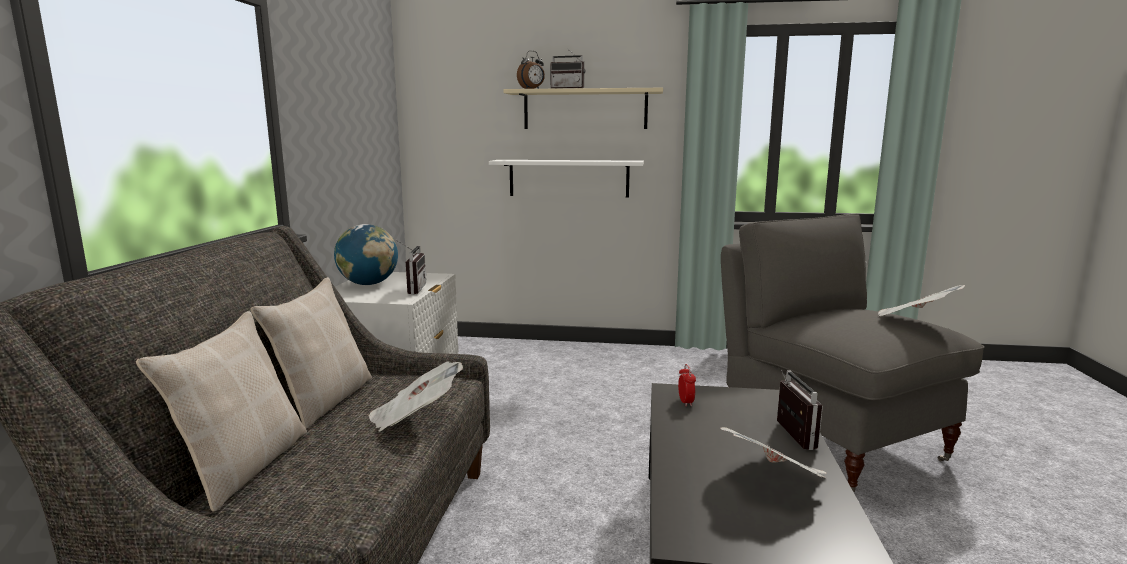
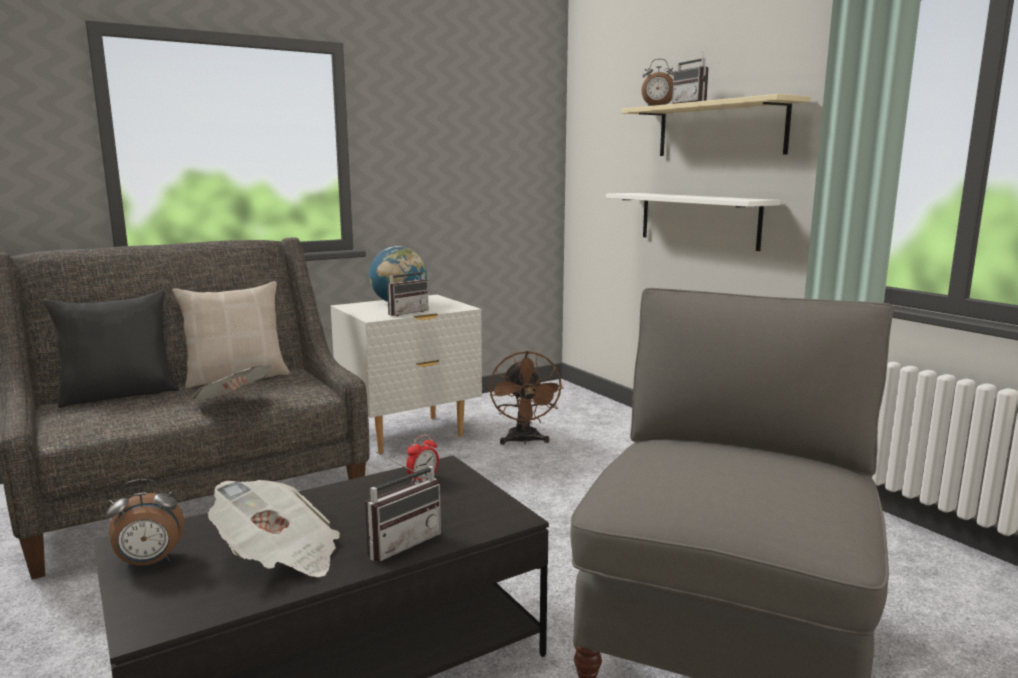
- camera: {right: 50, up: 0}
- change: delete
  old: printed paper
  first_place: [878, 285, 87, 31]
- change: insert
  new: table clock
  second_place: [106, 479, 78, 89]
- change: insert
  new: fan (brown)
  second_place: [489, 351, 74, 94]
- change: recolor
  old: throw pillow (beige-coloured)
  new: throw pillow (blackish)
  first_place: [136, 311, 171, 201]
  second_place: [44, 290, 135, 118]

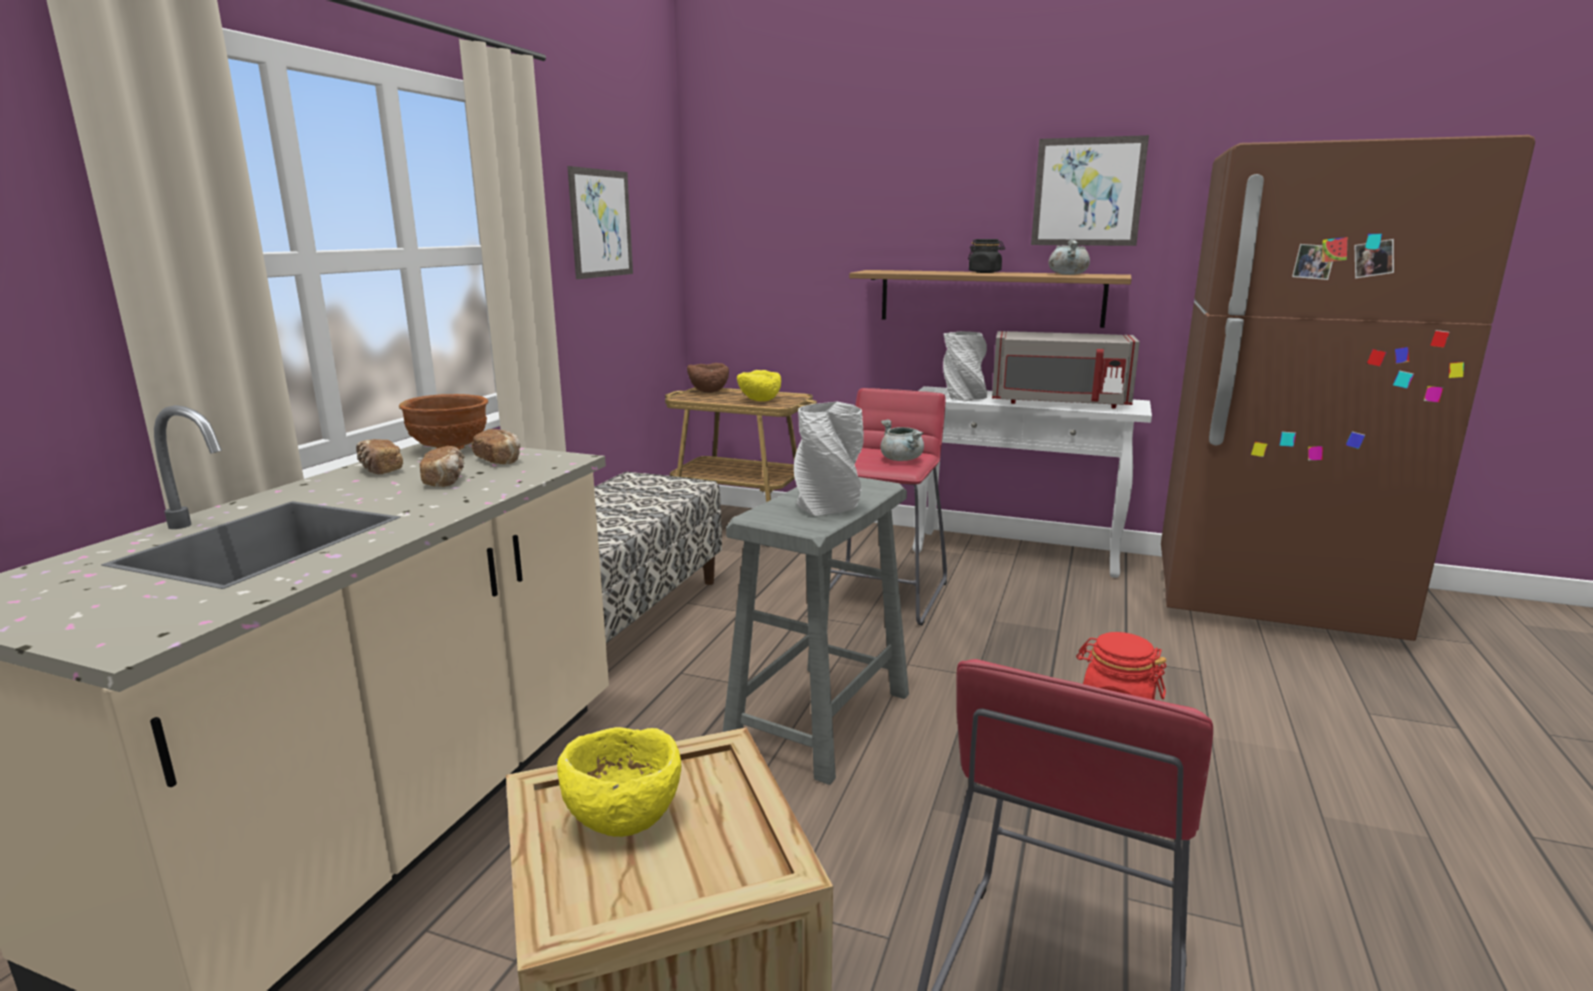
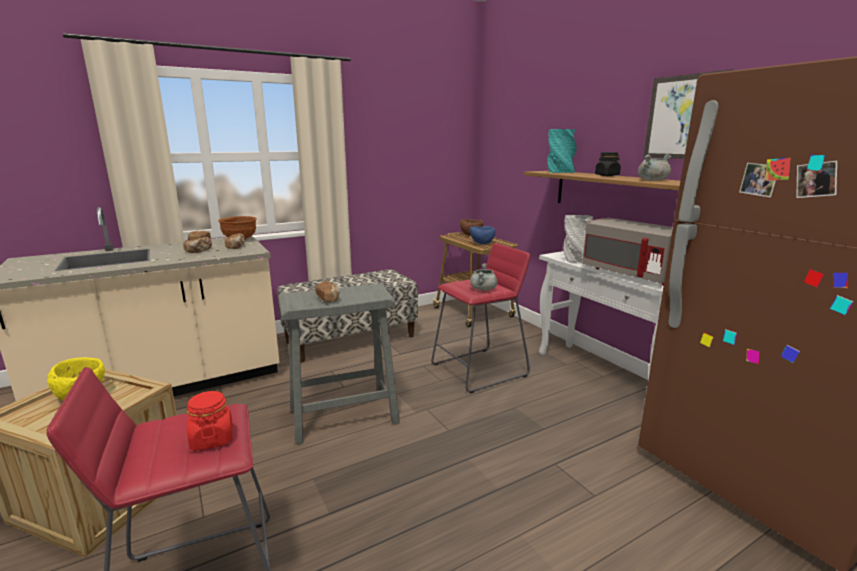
- camera: {right: 40, up: 0}
- change: delete
  old: picture
  first_place: [567, 166, 66, 113]
- change: insert
  new: decorative vase (turquoise-coloured)
  second_place: [548, 129, 28, 44]
- change: replace
  old: decorative vase (gray)
  new: baked bread
  first_place: [794, 402, 70, 114]
  second_place: [315, 281, 25, 21]
- change: recolor
  old: bowl (yellow)
  new: bowl (bluish)
  first_place: [737, 370, 44, 31]
  second_place: [470, 226, 25, 18]

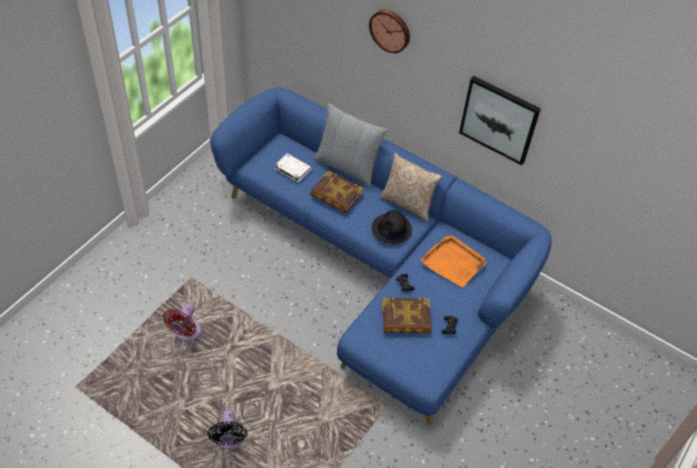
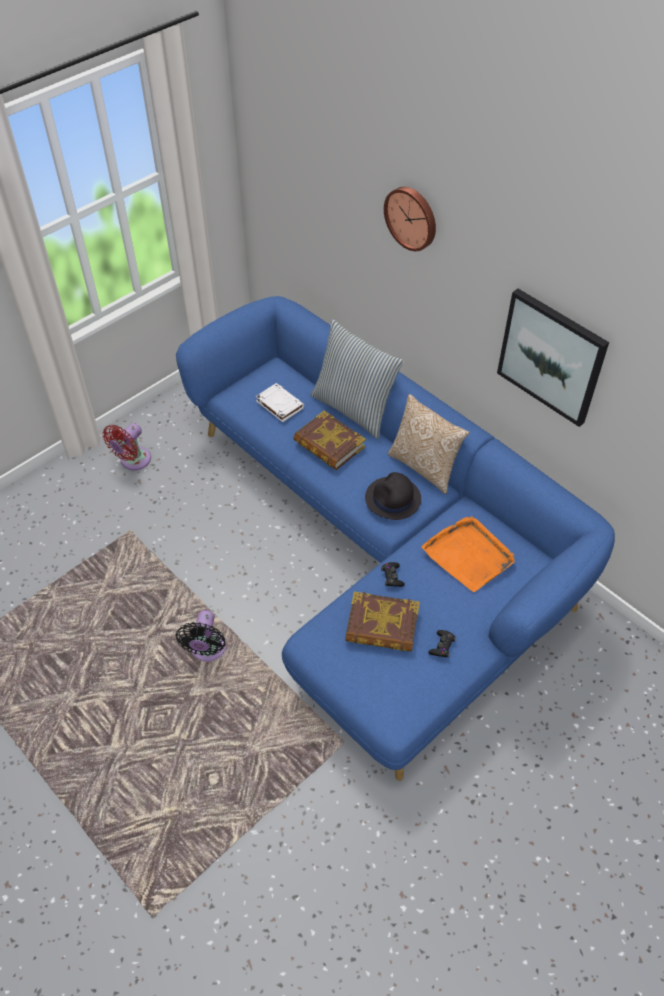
- camera: {right: 15, up: 0}
- change: move
  old: fan (red)
  first_place: [163, 304, 38, 37]
  second_place: [103, 423, 48, 47]
- change: move
  old: fan (blackish)
  first_place: [208, 410, 40, 39]
  second_place: [175, 610, 51, 52]

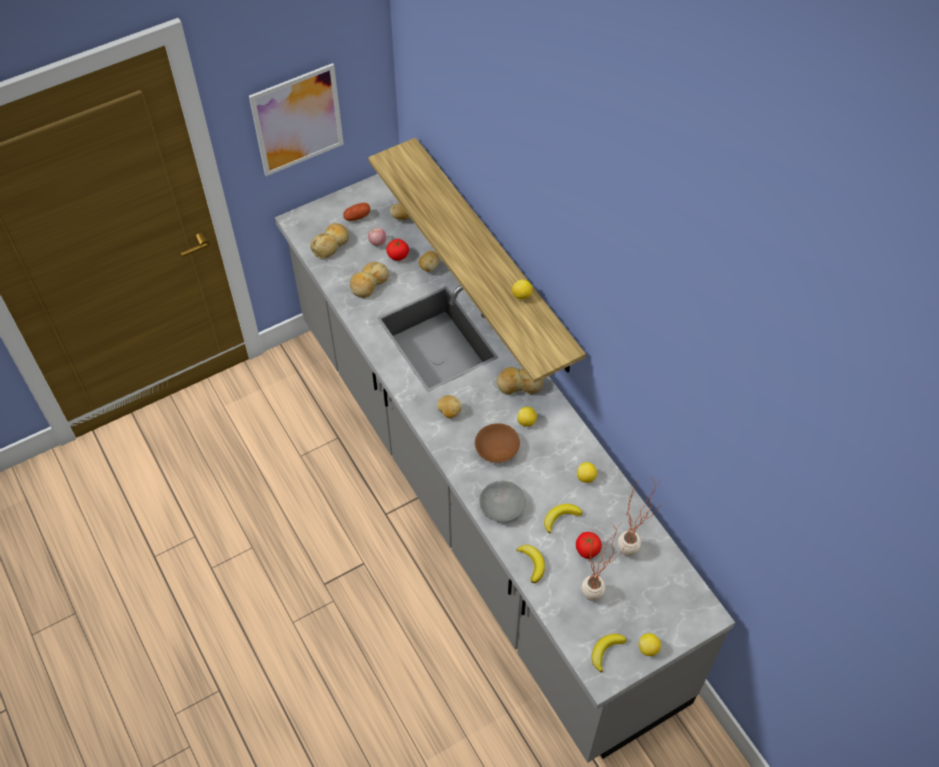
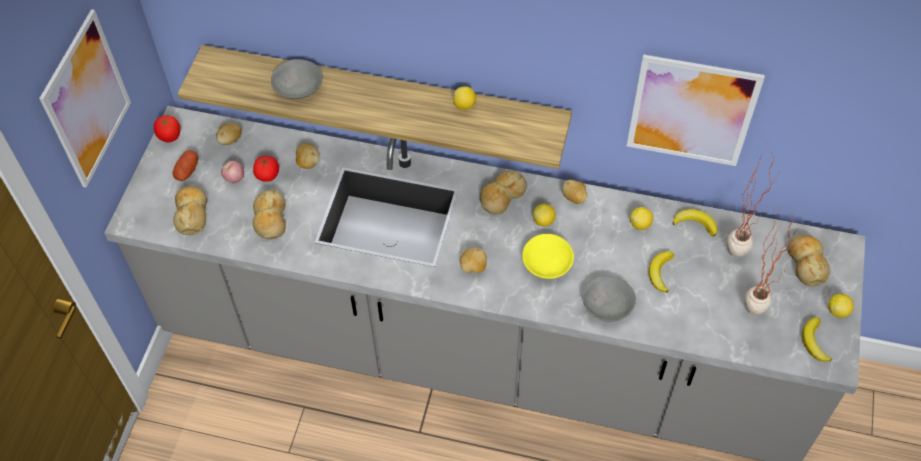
- camera: {right: -45, up: 0}
- change: insert
  new: bowl (gray)
  second_place: [271, 59, 52, 40]
- change: insert
  new: potato
  second_place: [562, 180, 25, 24]
- change: insert
  new: picture
  second_place: [627, 54, 138, 112]
- change: insert
  new: baked bread
  second_place: [788, 235, 42, 51]
- change: move
  old: banana
  first_place: [516, 545, 29, 38]
  second_place: [673, 209, 45, 28]
- change: move
  old: fresh tomato
  first_place: [576, 532, 26, 27]
  second_place: [154, 116, 27, 26]
- change: recolor
  old: bowl (brown)
  new: bowl (yellow)
  first_place: [475, 423, 45, 40]
  second_place: [522, 234, 52, 45]

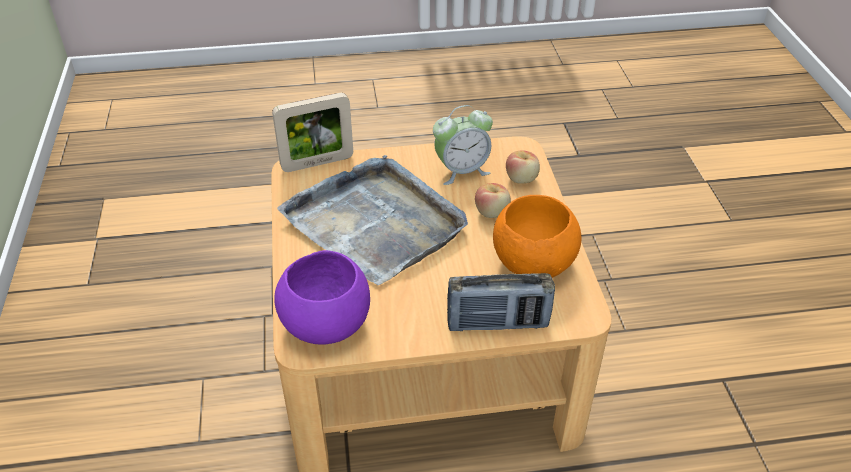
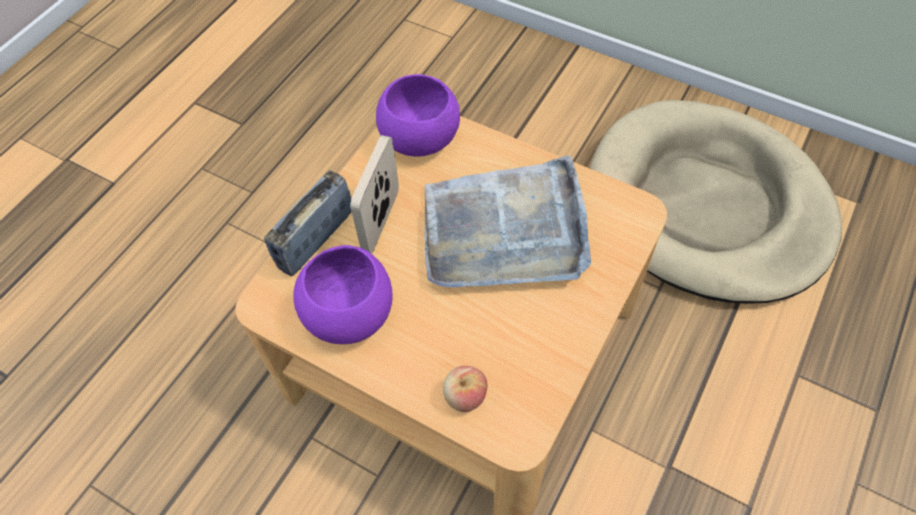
- camera: {right: 130, up: 15}
- change: delete
  old: table clock
  first_place: [433, 105, 60, 80]
- change: delete
  old: apple fruit
  first_place: [475, 183, 36, 35]
- change: insert
  new: dog bed (beige-coloured)
  second_place: [590, 100, 252, 204]
- change: move
  old: standing frame
  first_place: [272, 93, 81, 79]
  second_place: [351, 135, 48, 119]
- change: recolor
  old: bowl (orange-coloured)
  new: bowl (purple-coloured)
  first_place: [493, 195, 88, 83]
  second_place: [293, 245, 99, 99]

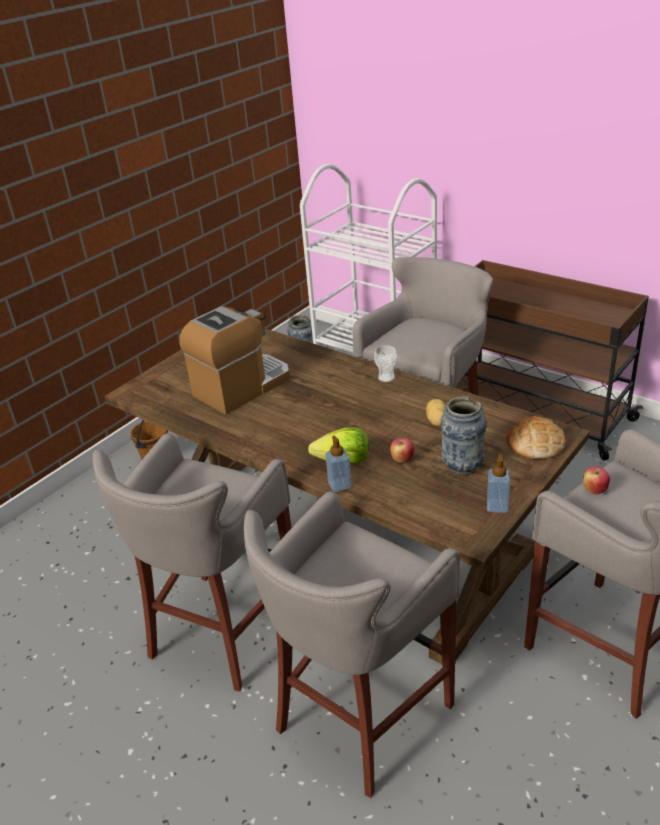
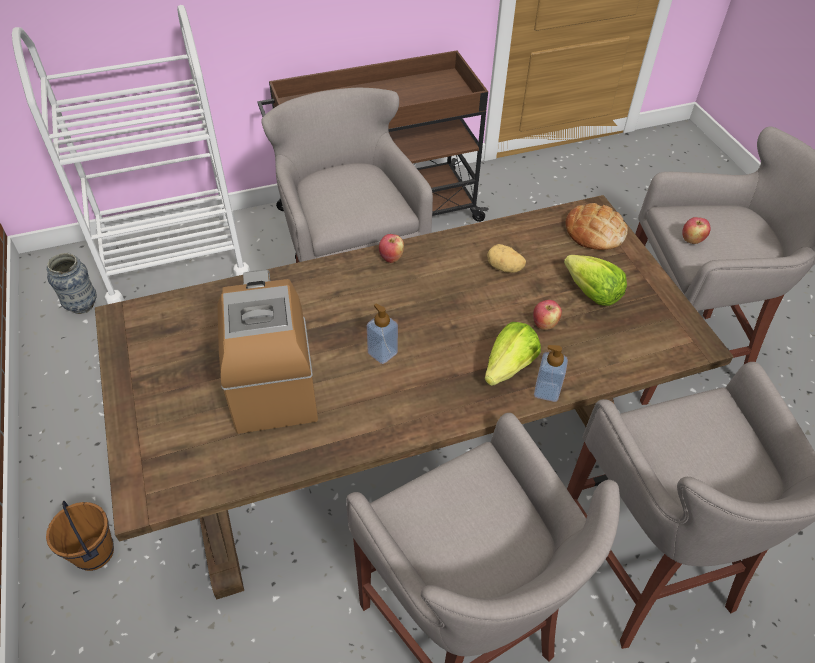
- camera: {right: -60, up: 15}
- change: move
  old: soap bottle
  first_place: [487, 454, 23, 59]
  second_place: [367, 303, 31, 61]
- change: replace
  old: small cup
  new: apple fruit
  first_place: [374, 345, 23, 37]
  second_place: [379, 234, 25, 29]
- change: replace
  old: decorative vase
  new: lettuce
  first_place: [440, 396, 47, 80]
  second_place: [564, 255, 63, 51]

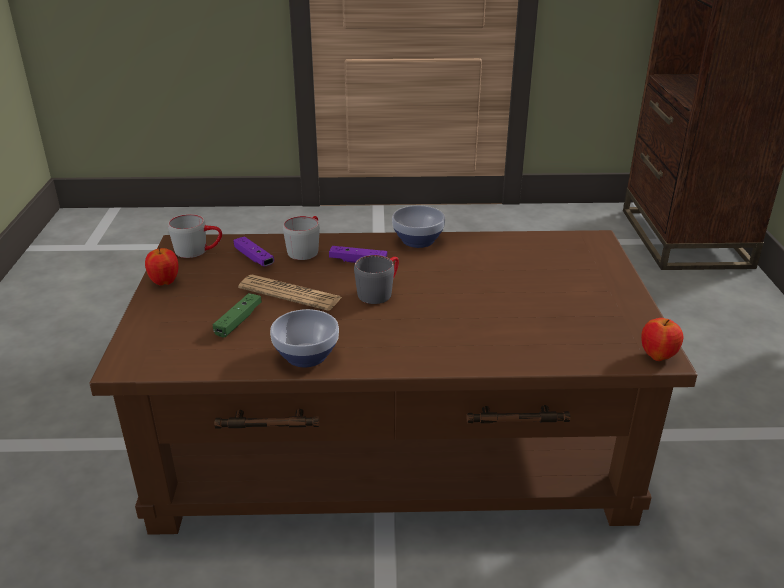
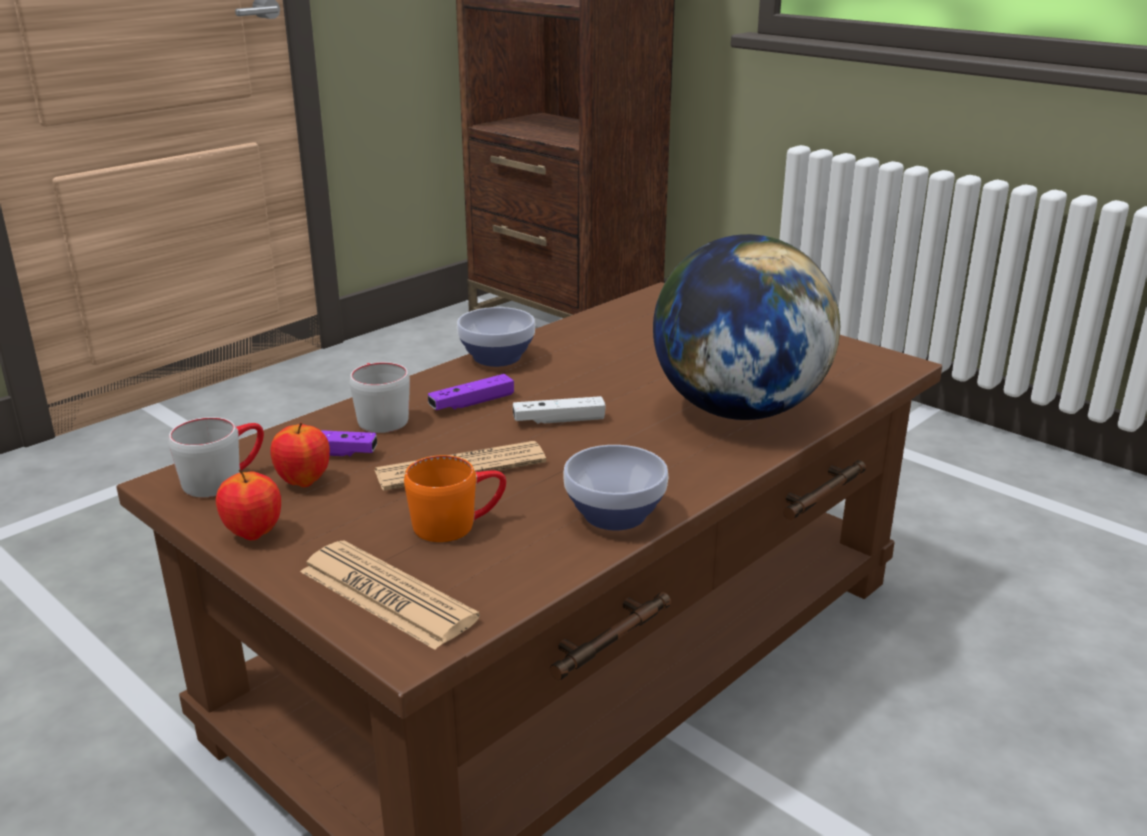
- camera: {right: -45, up: -5}
- change: insert
  new: printed paper
  second_place: [300, 540, 180, 110]
- change: insert
  new: globe
  second_place: [653, 234, 187, 186]
- change: move
  old: apple fruit
  first_place: [641, 318, 42, 43]
  second_place: [270, 422, 60, 65]
- change: replace
  old: joypad (green)
  new: tea mug (orange-coloured)
  first_place: [213, 293, 49, 45]
  second_place: [404, 455, 102, 87]
- change: replace
  old: tea mug (gray)
  new: joypad (white-coloured)
  first_place: [354, 255, 45, 49]
  second_place: [513, 396, 93, 28]

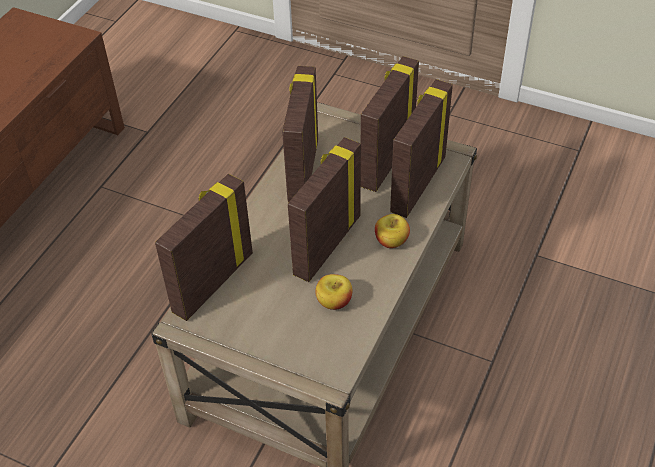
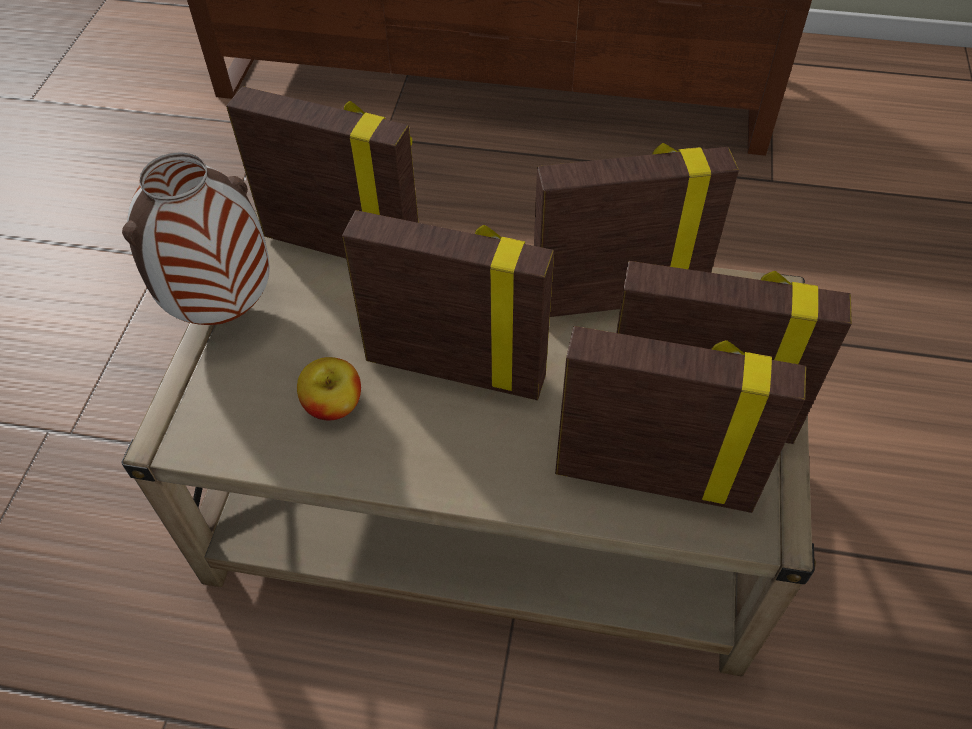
- camera: {right: 75, up: 5}
- change: delete
  old: apple fruit
  first_place: [375, 214, 35, 34]
- change: insert
  new: decorative vase
  second_place: [122, 152, 148, 173]

